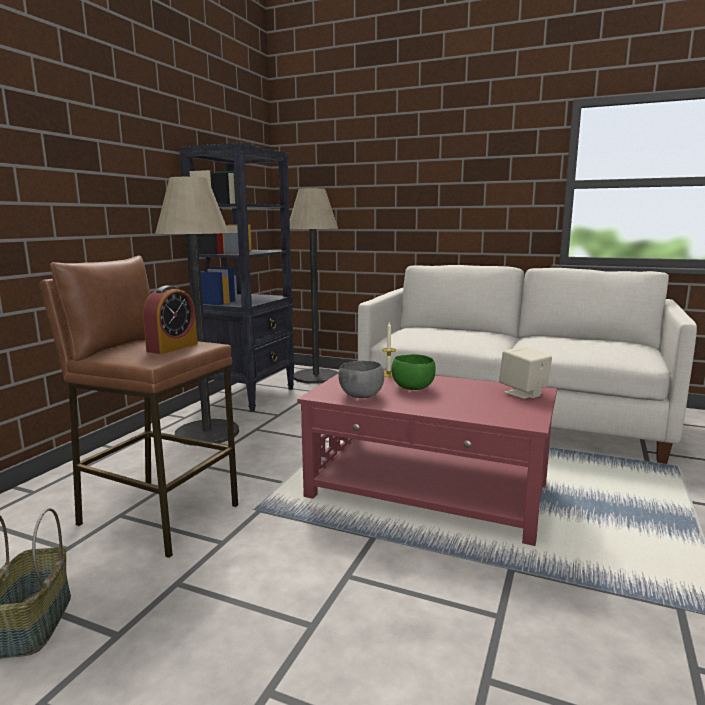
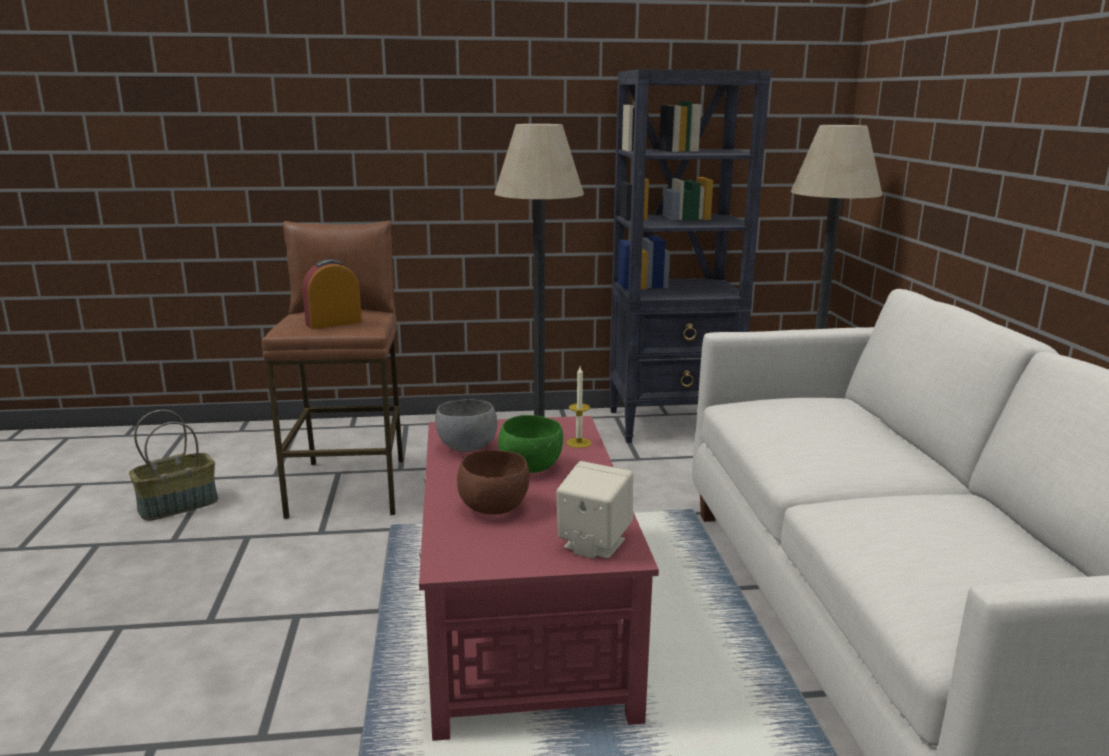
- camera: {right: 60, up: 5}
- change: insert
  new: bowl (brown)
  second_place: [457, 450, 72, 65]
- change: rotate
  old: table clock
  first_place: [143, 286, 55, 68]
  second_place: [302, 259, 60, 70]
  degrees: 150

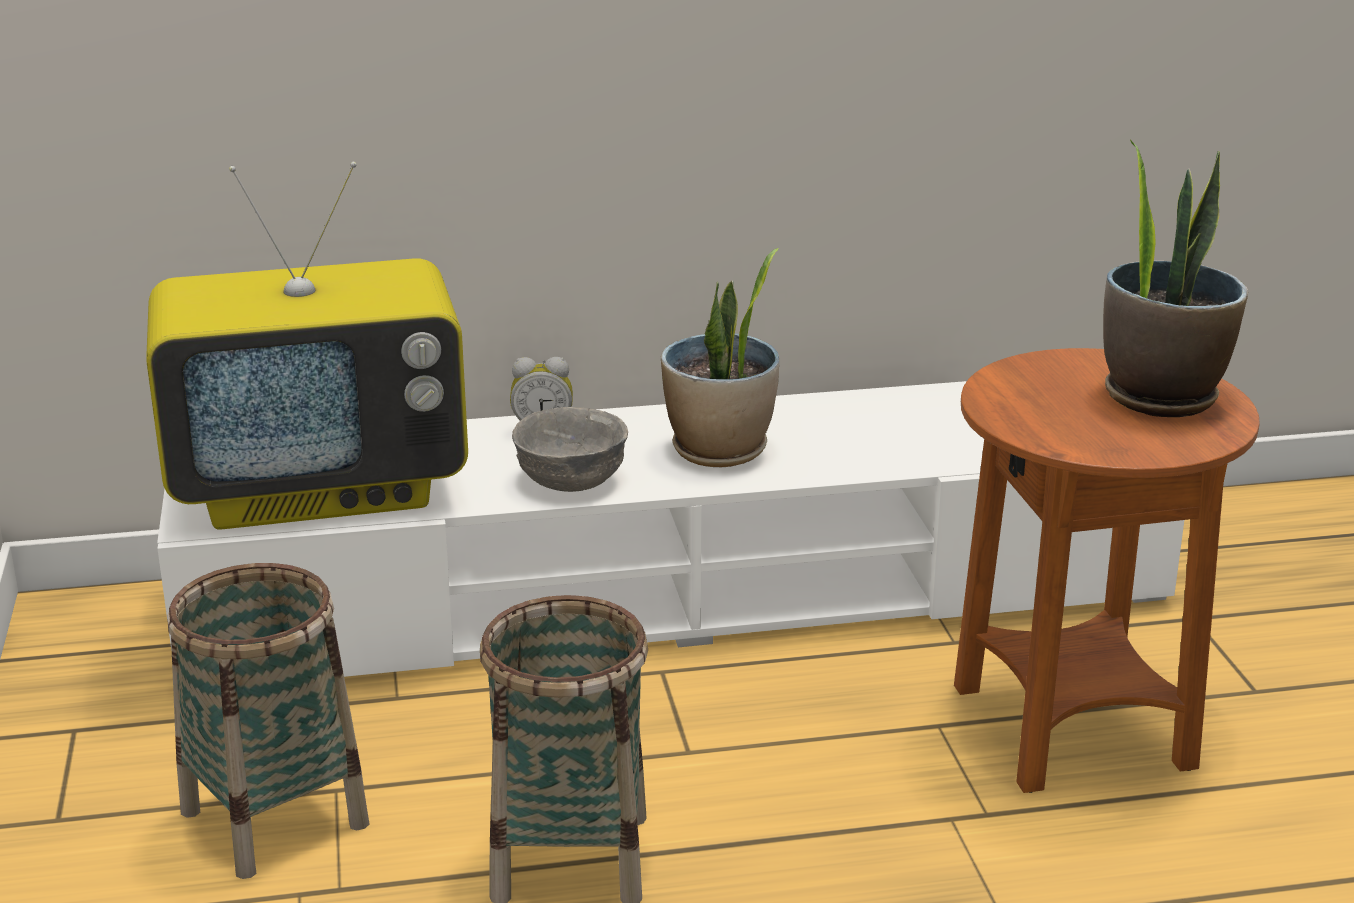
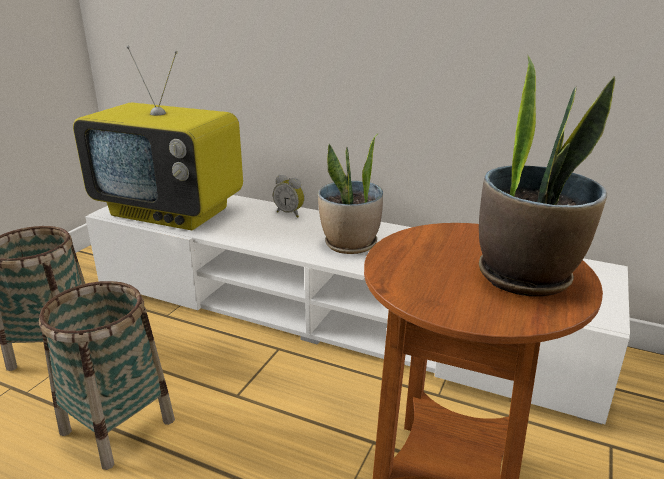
- camera: {right: 35, up: 0}
- change: delete
  old: bowl (gray)
  first_place: [512, 407, 116, 85]

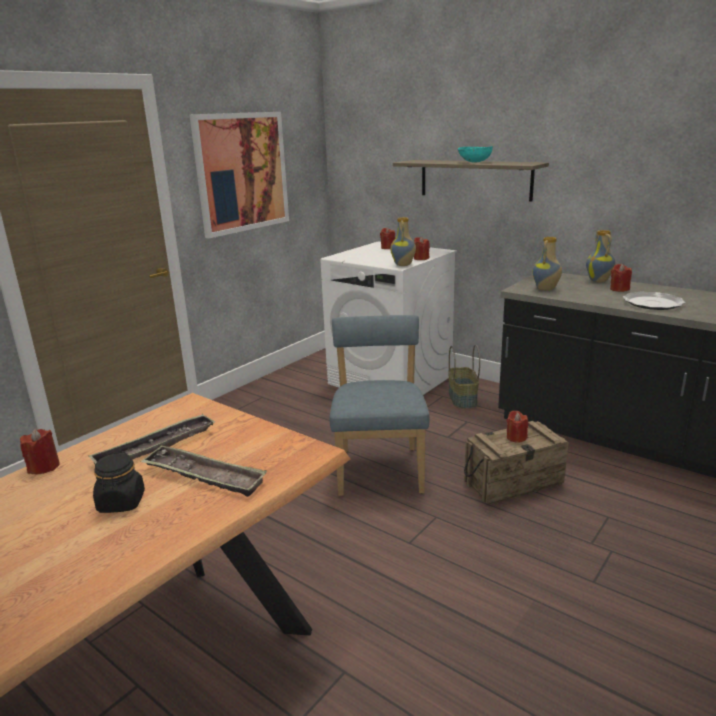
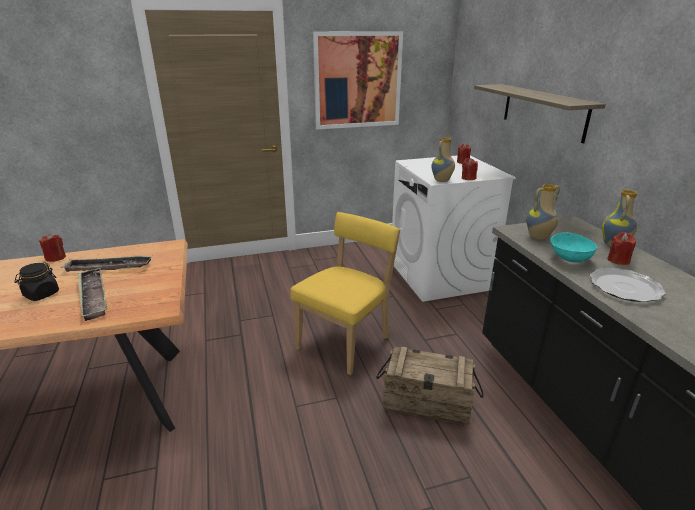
- camera: {right: 35, up: 5}
- change: delete
  old: basket
  first_place: [448, 345, 32, 64]
- change: delete
  old: wax candle (red)
  first_place: [507, 411, 21, 32]
- change: move
  old: bowl (turquoise-coloured)
  first_place: [458, 146, 35, 17]
  second_place: [550, 232, 47, 30]
- change: recolor
  old: chair (bluish)
  new: chair (yellow)
  first_place: [329, 315, 101, 181]
  second_place: [290, 212, 110, 163]

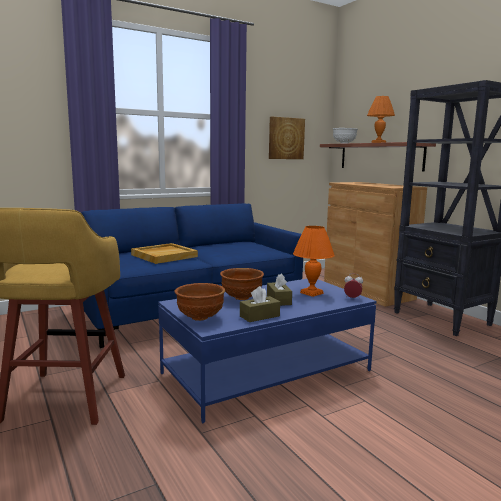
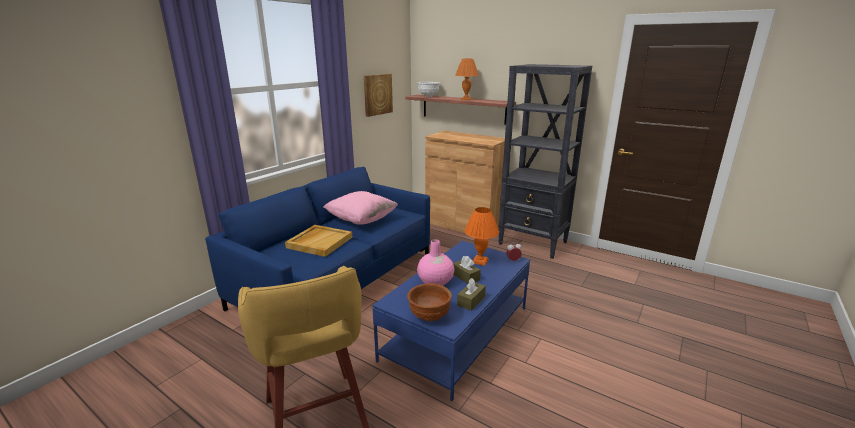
- camera: {right: -25, up: 10}
- change: insert
  new: throw pillow (pinkish)
  second_place: [324, 191, 74, 34]
- change: replace
  old: bowl (brown)
  new: decorative vase (pinkish)
  first_place: [220, 268, 44, 32]
  second_place: [417, 239, 37, 47]

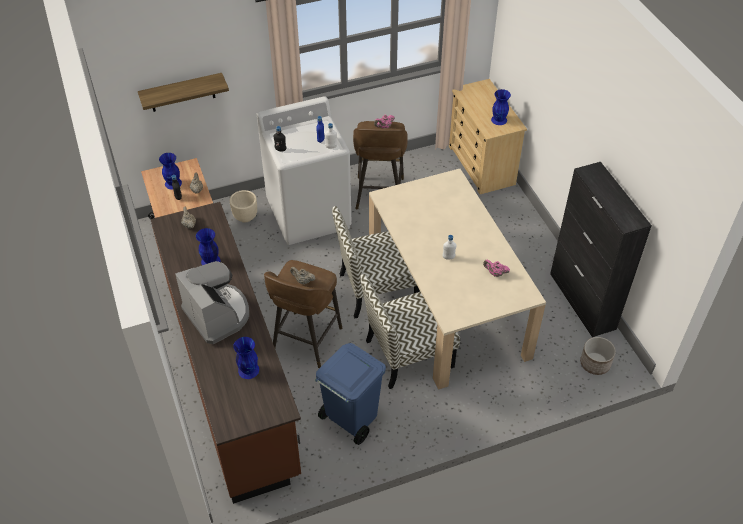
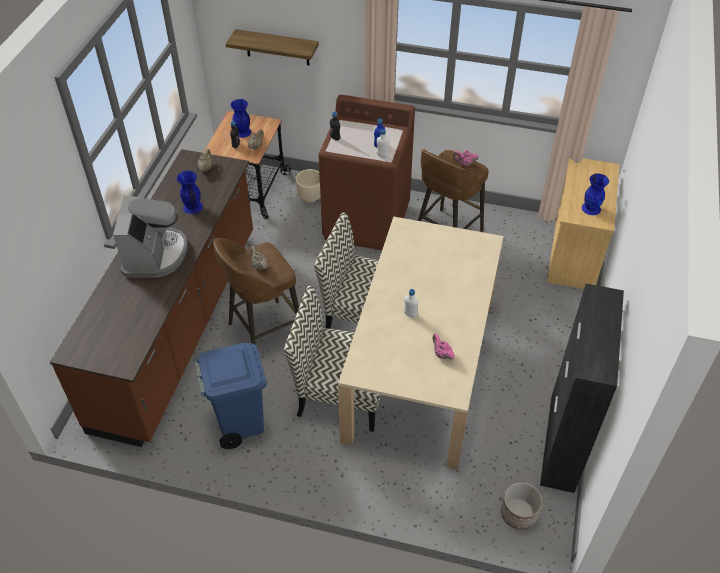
- camera: {right: 35, up: 0}
- change: delete
  old: decorative vase (bluish)
  first_place: [233, 337, 26, 42]
- change: recolor
  old: laundry appliance (white-coloured)
  new: laundry appliance (brown)
  first_place: [257, 96, 95, 149]
  second_place: [319, 95, 96, 155]

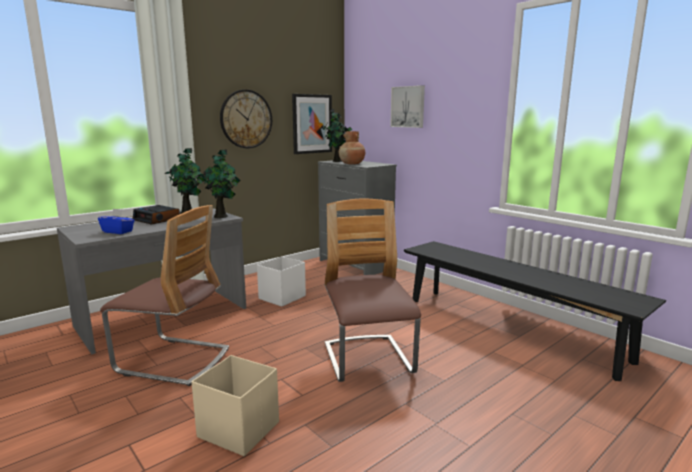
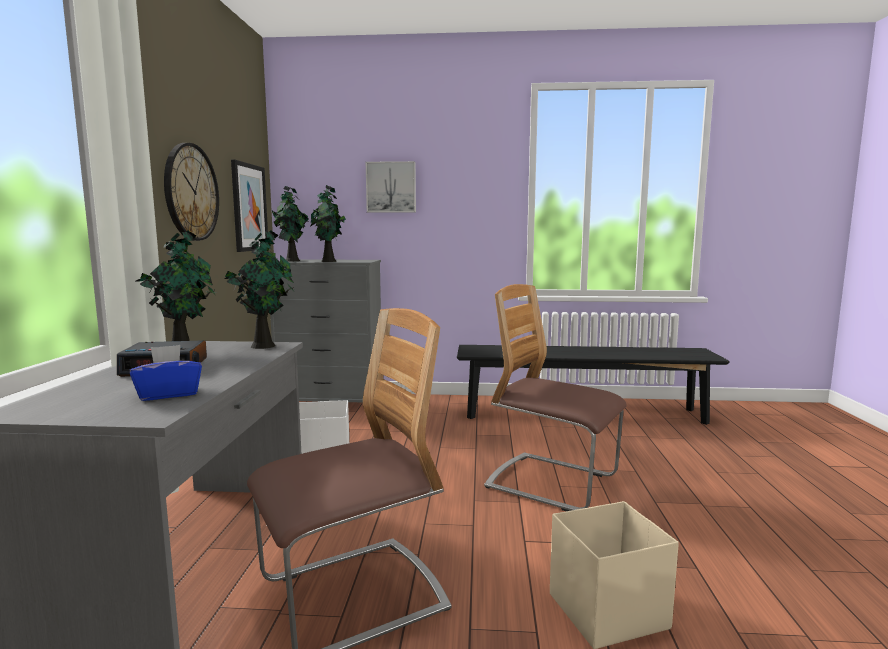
- camera: {right: -45, up: -5}
- change: replace
  old: decorative vase (brown)
  new: plant in a pot
  first_place: [339, 131, 26, 33]
  second_place: [310, 185, 36, 77]

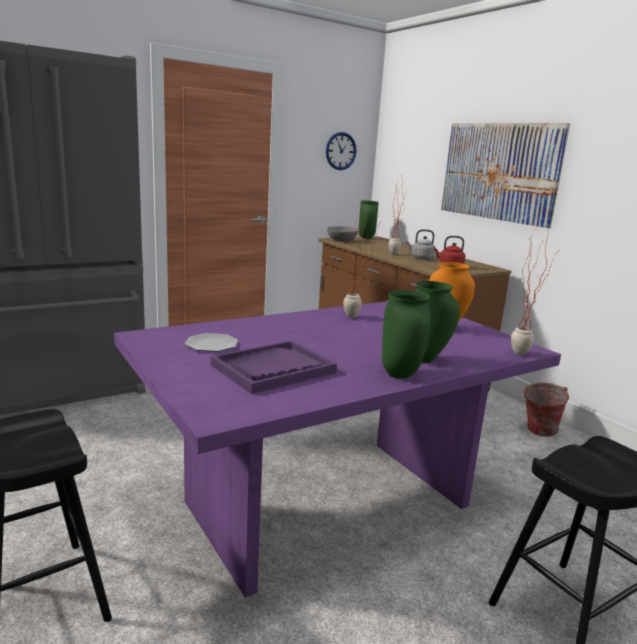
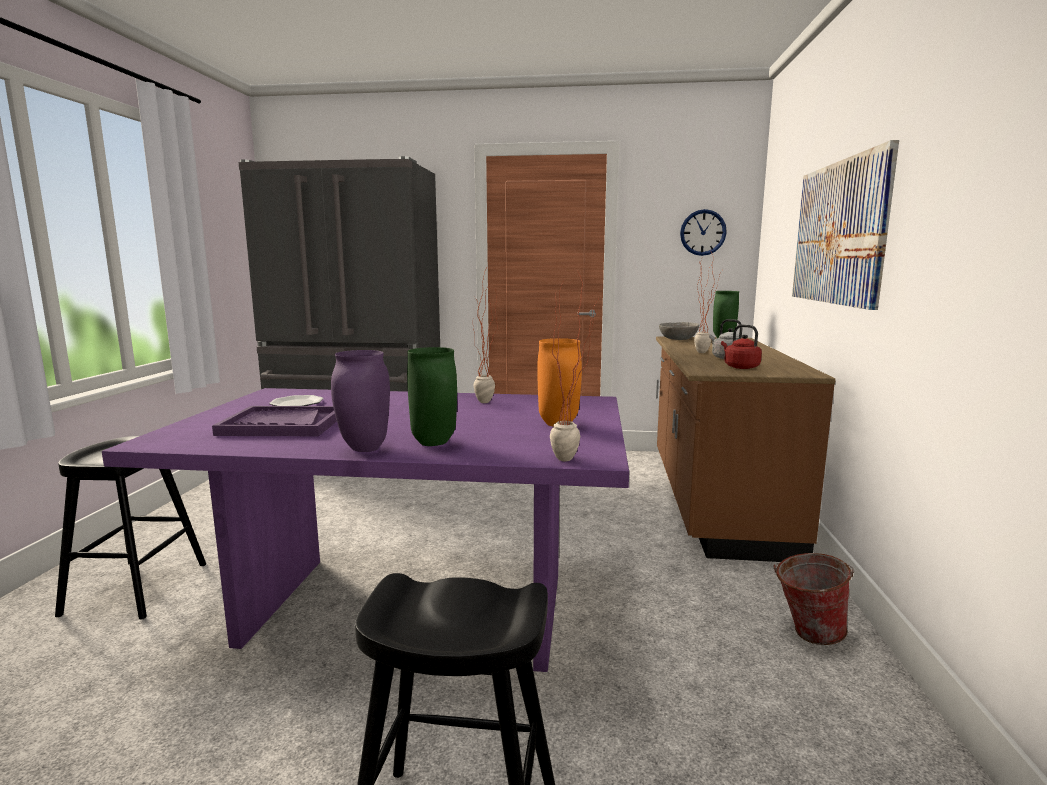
- camera: {right: 40, up: -5}
- change: recolor
  old: decorative vase (green)
  new: decorative vase (purple-coloured)
  first_place: [382, 290, 48, 89]
  second_place: [331, 350, 59, 102]

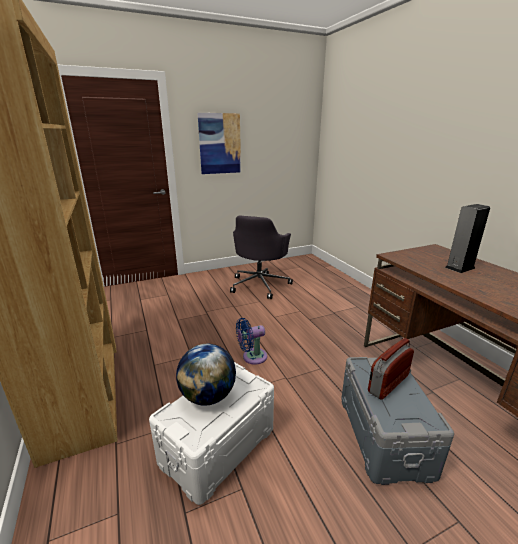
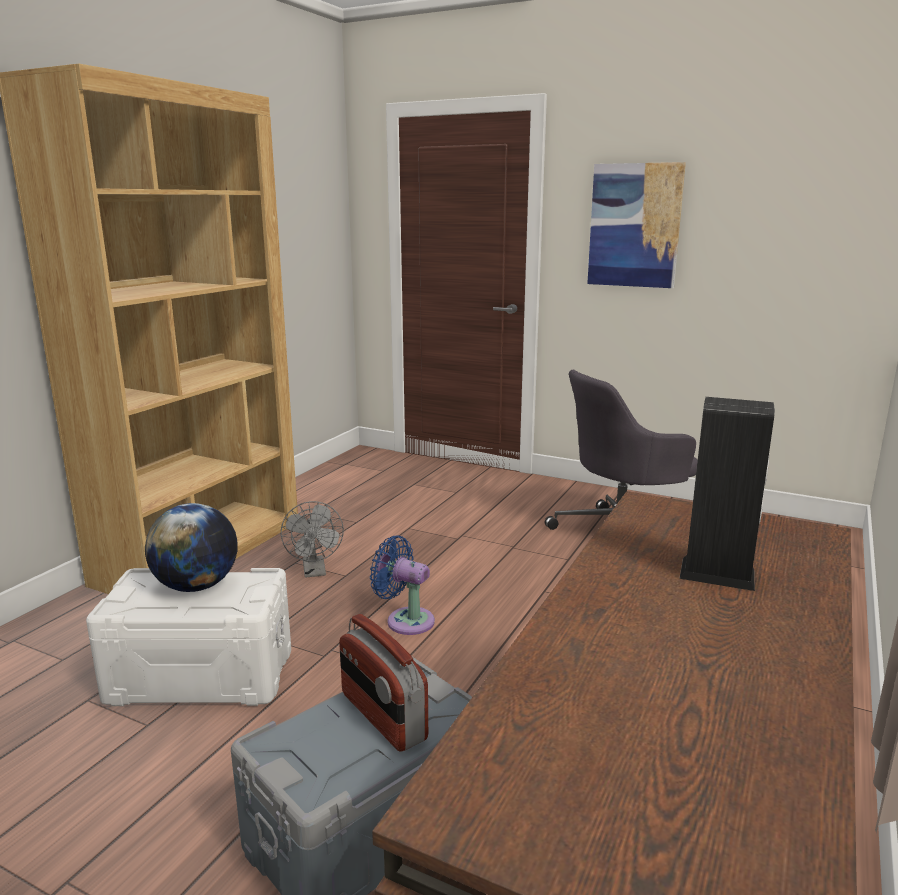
- camera: {right: 50, up: -5}
- change: insert
  new: fan (gray)
  second_place: [281, 501, 63, 77]
- change: rotate
  old: radio
  first_place: [368, 338, 46, 62]
  second_place: [339, 614, 89, 138]
  degrees: -135

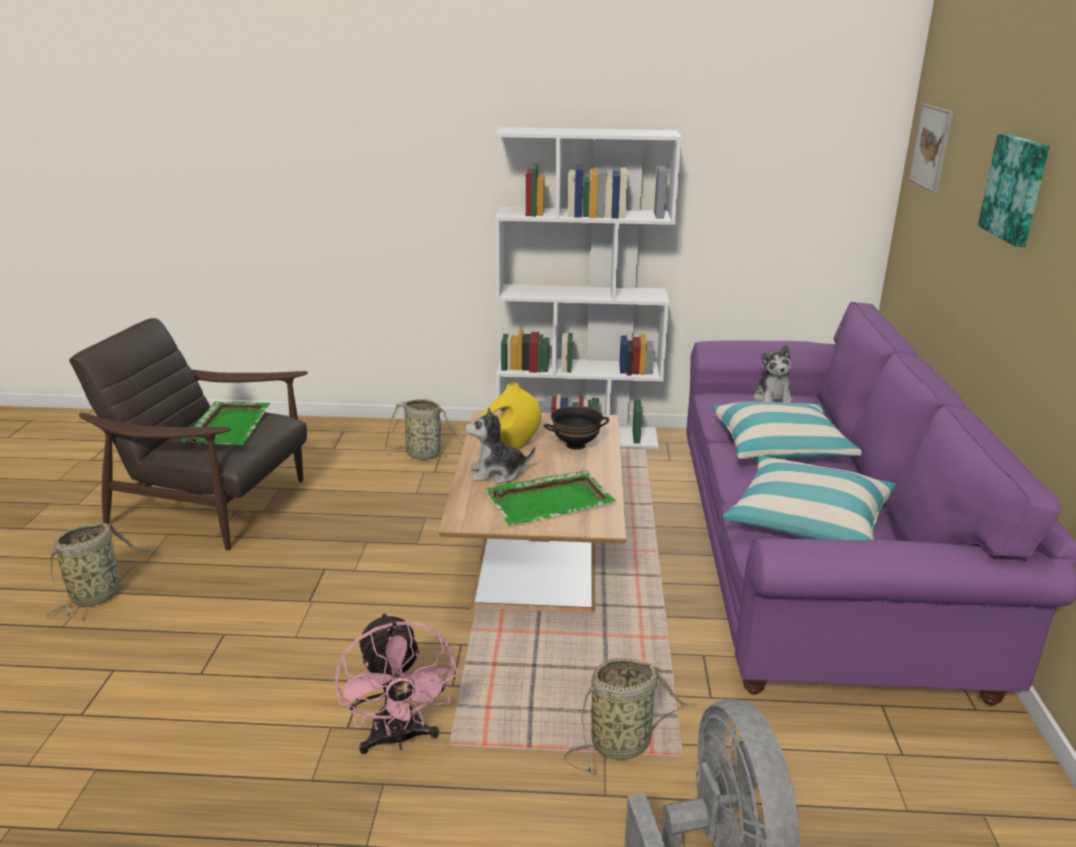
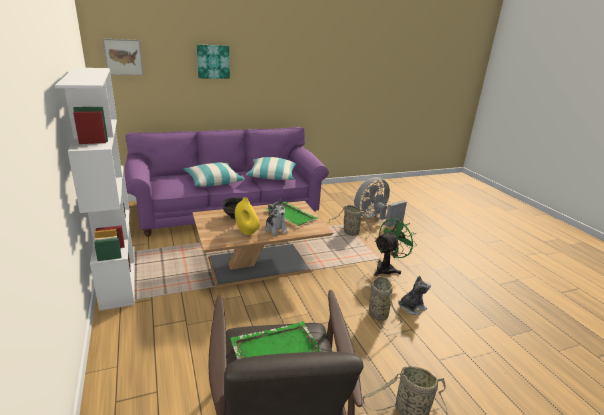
- camera: {right: -115, up: 0}
- change: move
  old: basket
  first_place: [384, 399, 80, 61]
  second_place: [362, 276, 41, 54]
- change: move
  old: plush toy
  first_place: [754, 345, 38, 58]
  second_place: [398, 276, 33, 39]
- change: recolor
  old: fan (pinkish)
  new: fan (green)
  first_place: [335, 613, 123, 141]
  second_place: [374, 218, 43, 58]

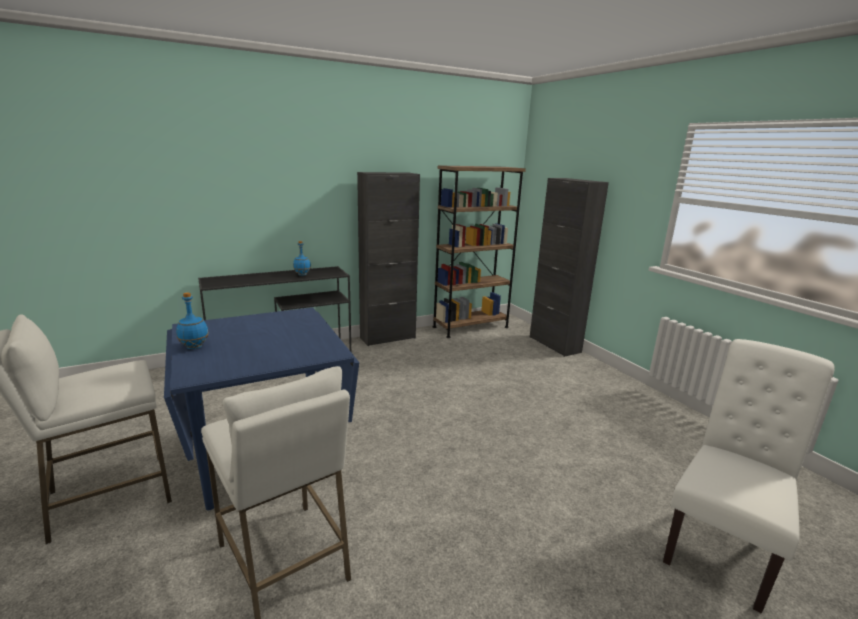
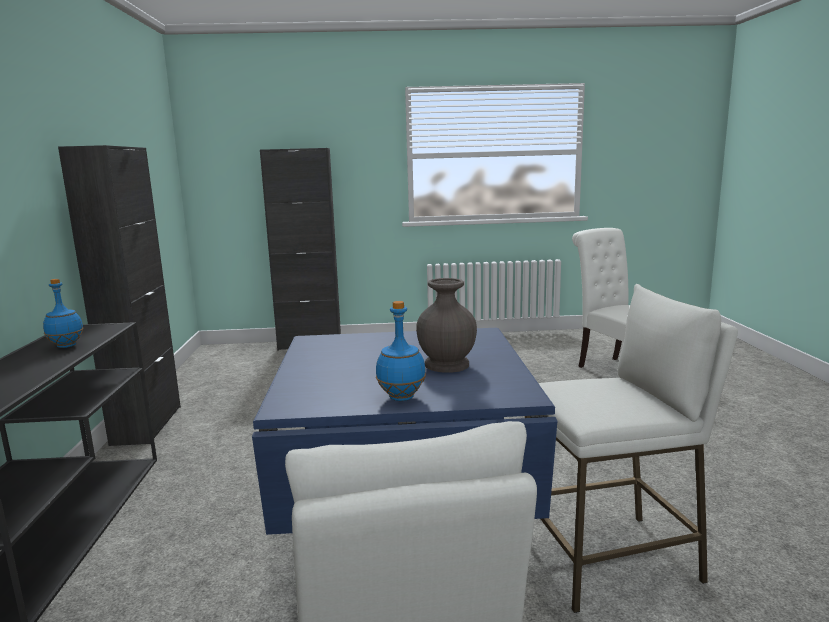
- camera: {right: -65, up: -5}
- change: delete
  old: shelving unit (brown)
  first_place: [433, 165, 93, 173]
- change: insert
  new: decorative vase (gray)
  second_place: [416, 278, 61, 95]

